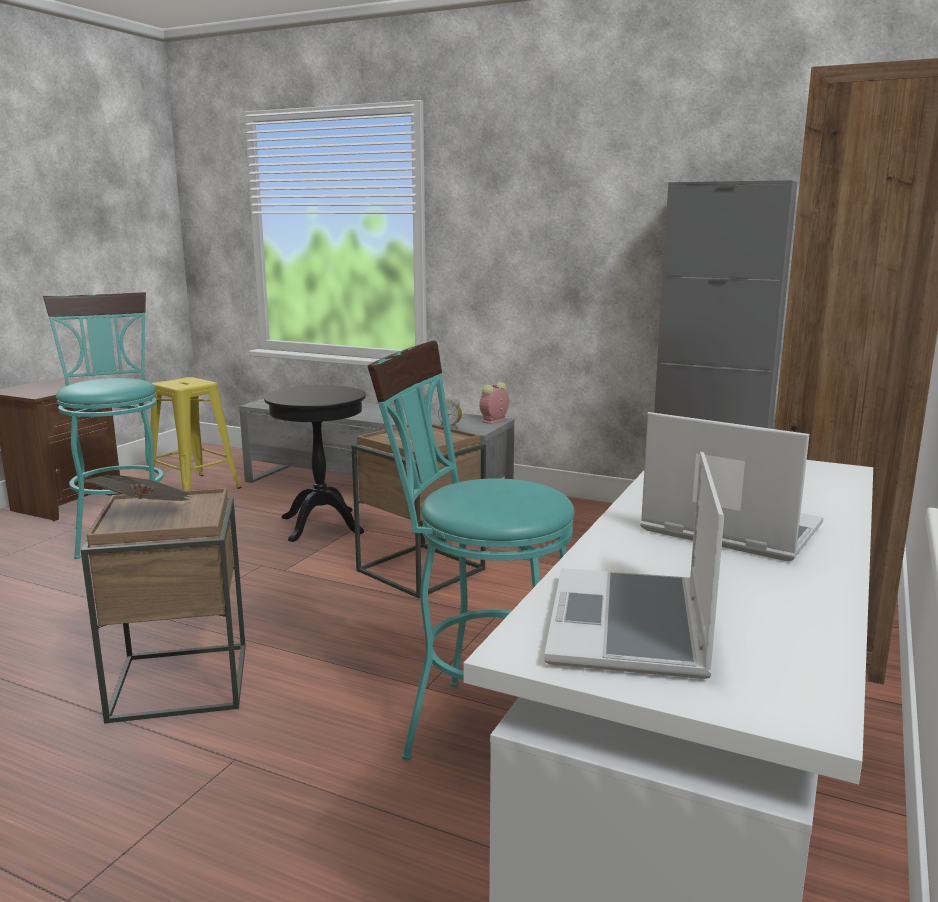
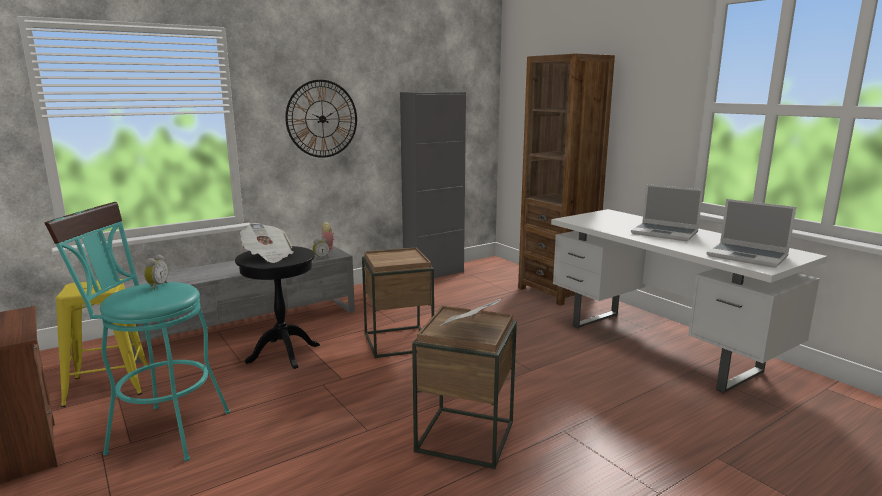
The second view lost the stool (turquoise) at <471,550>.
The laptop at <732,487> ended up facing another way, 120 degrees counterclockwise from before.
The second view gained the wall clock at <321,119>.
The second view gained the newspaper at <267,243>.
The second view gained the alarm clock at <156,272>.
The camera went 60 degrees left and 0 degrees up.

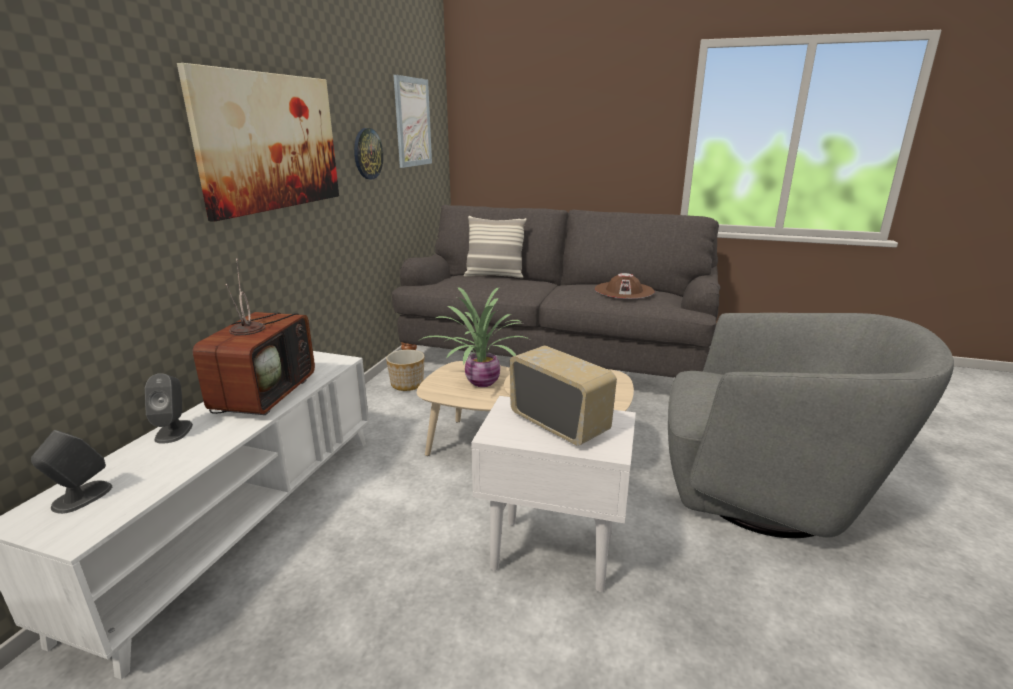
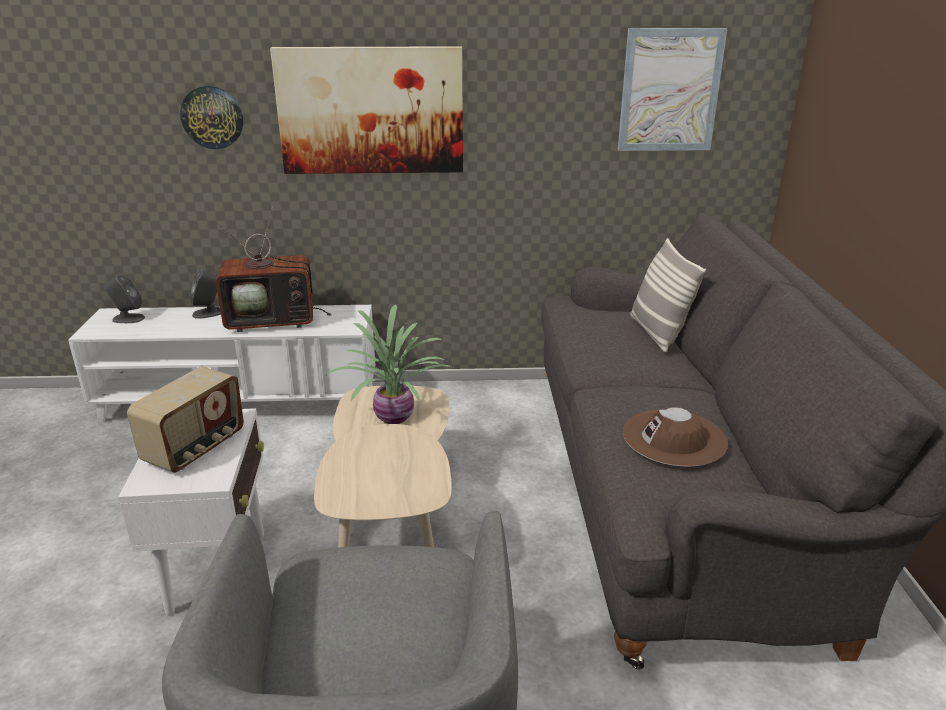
The wall clock ended up elsewhere, having gone from <368,153> to <211,117>.
The second view lost the planter at <405,370>.
The camera went 70 degrees right and 5 degrees up.

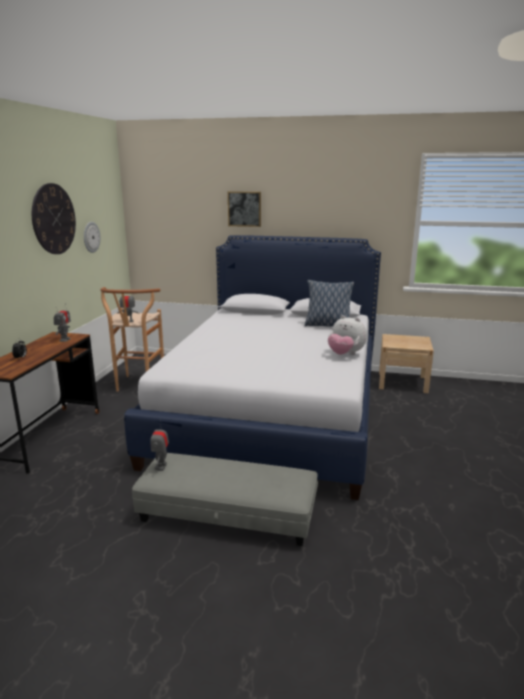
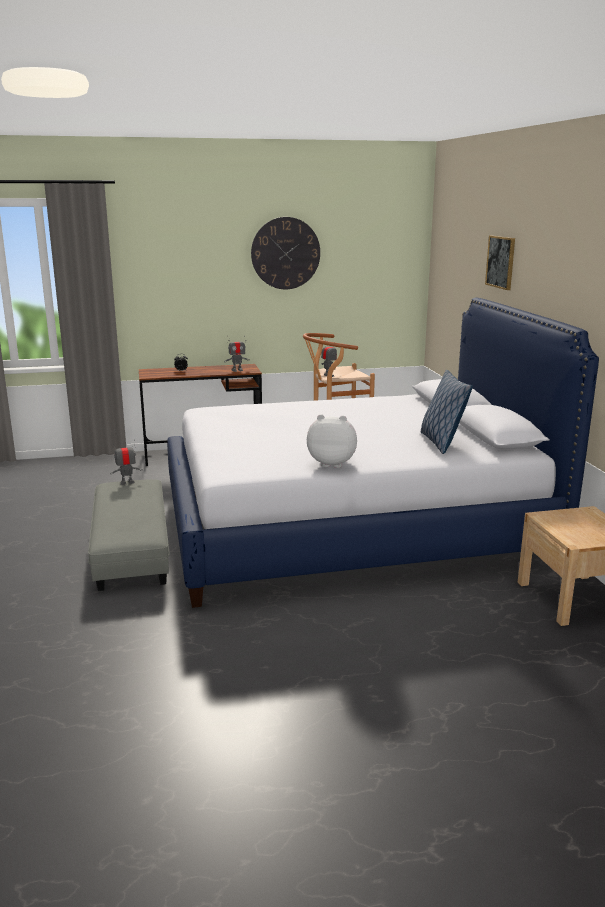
The second view lost the wall clock at <92,237>.
The plush toy at <347,335> ended up facing another way, 90 degrees clockwise from before.
The camera went 65 degrees right and 0 degrees up.

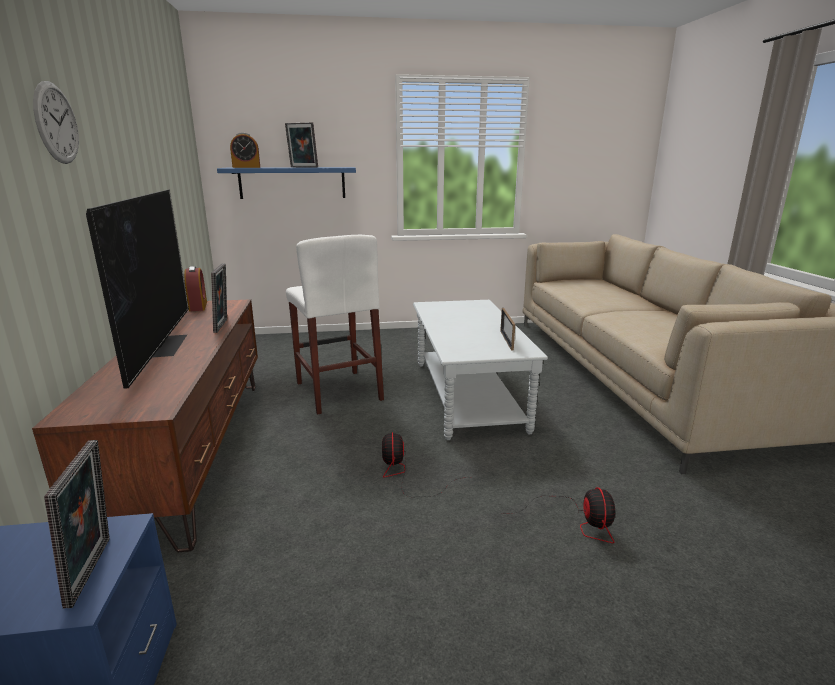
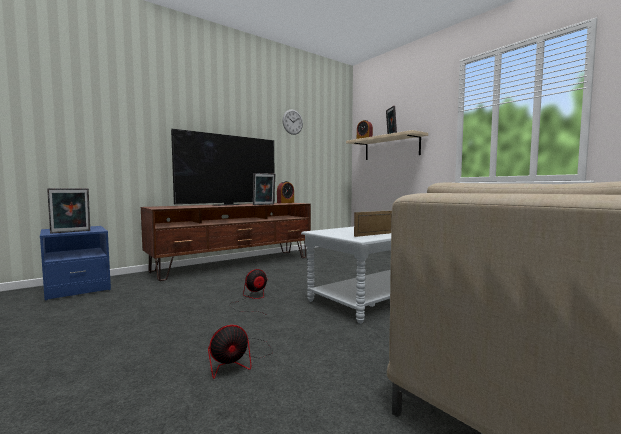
The wall clock ended up elsewhere, having gone from <56,122> to <292,122>.
What was the shelf (blue) at <286,183> turned into the shelf (beige) at <387,145>.
The second view lost the stool (white) at <335,325>.
The camera went 60 degrees right and 15 degrees down.

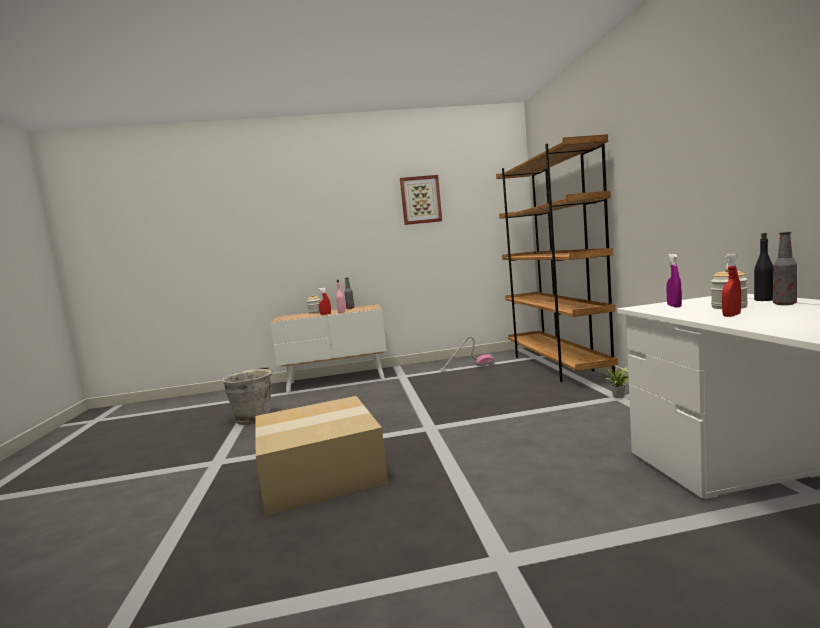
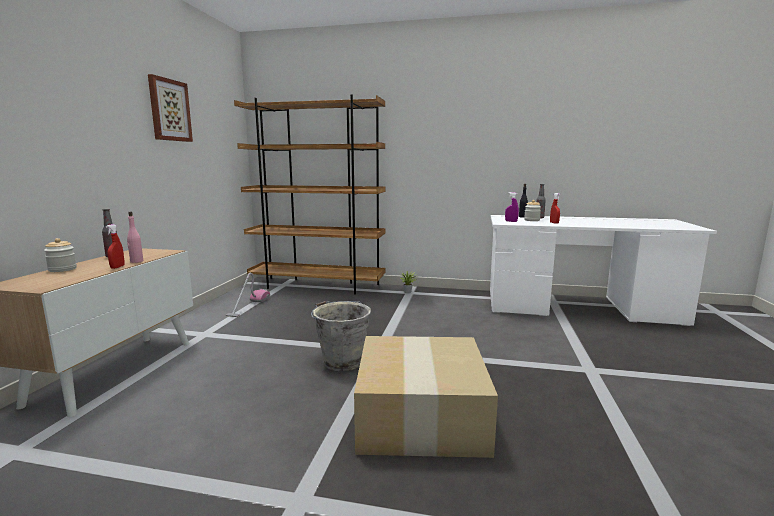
The bucket (grey) ended up elsewhere, having gone from <247,396> to <341,336>.
The camera went 70 degrees left and 5 degrees up.

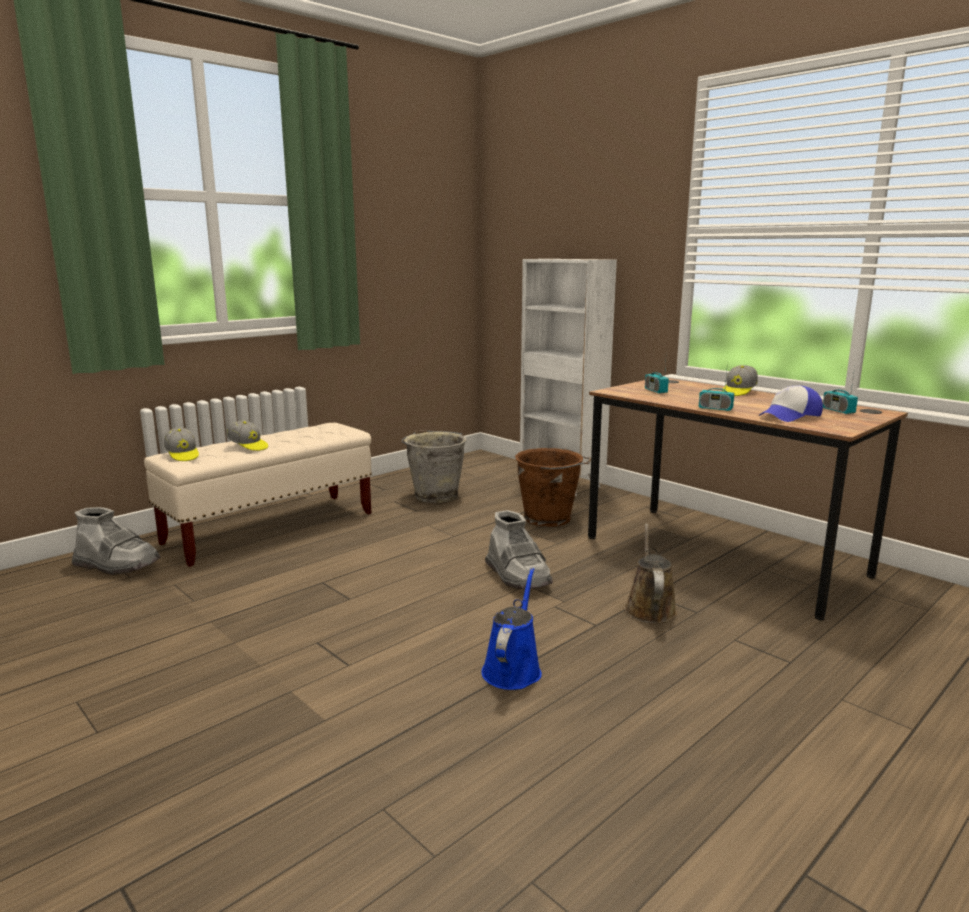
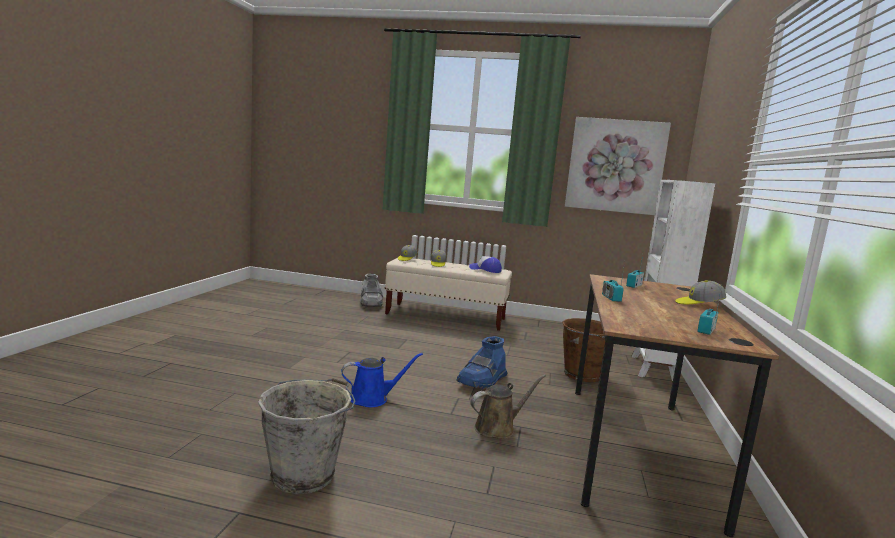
The cap ended up elsewhere, having gone from <791,403> to <485,264>.
The bucket (grey) ended up elsewhere, having gone from <434,466> to <306,436>.
What was the boot (grey) at <519,549> turned into the boot (blue) at <481,362>.
The second view gained the picture at <618,166>.
The camera went 55 degrees right and 5 degrees down.

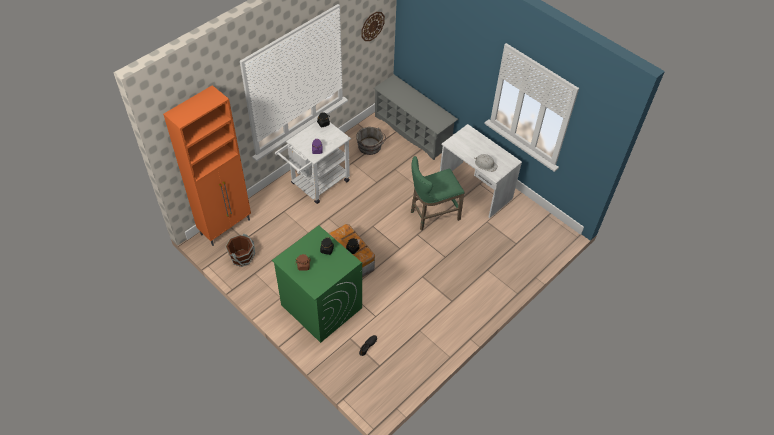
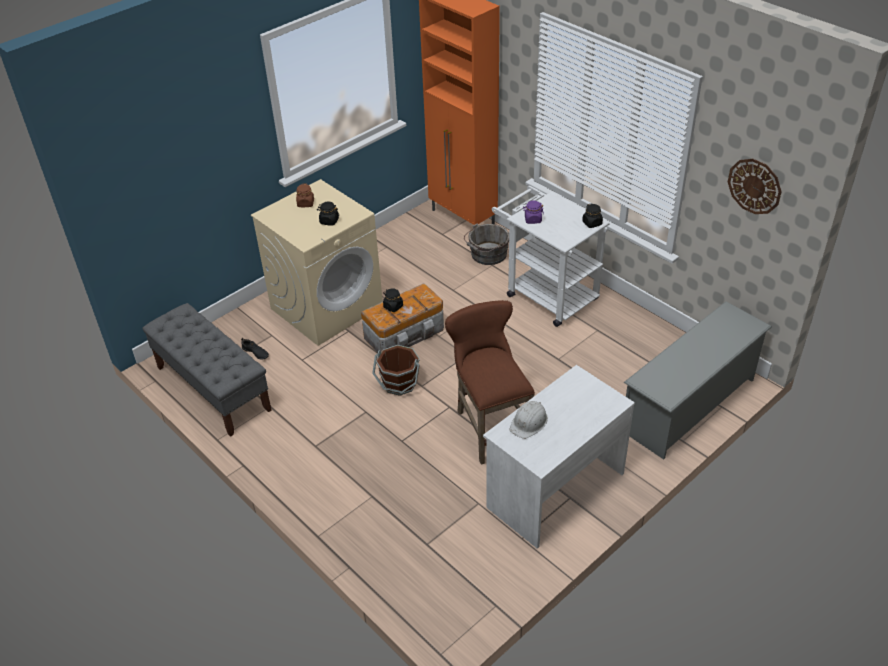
The bucket (grey) ended up elsewhere, having gone from <371,141> to <486,244>.
What was the stool (green) at <438,193> turned into the stool (brown) at <490,382>.
What was the washing machine (green) at <317,284> turned into the washing machine (beige) at <317,262>.
The bucket (brown) ended up elsewhere, having gone from <240,250> to <396,370>.
The second view gained the bench (grey) at <207,370>.
The camera went 95 degrees right and 10 degrees down.

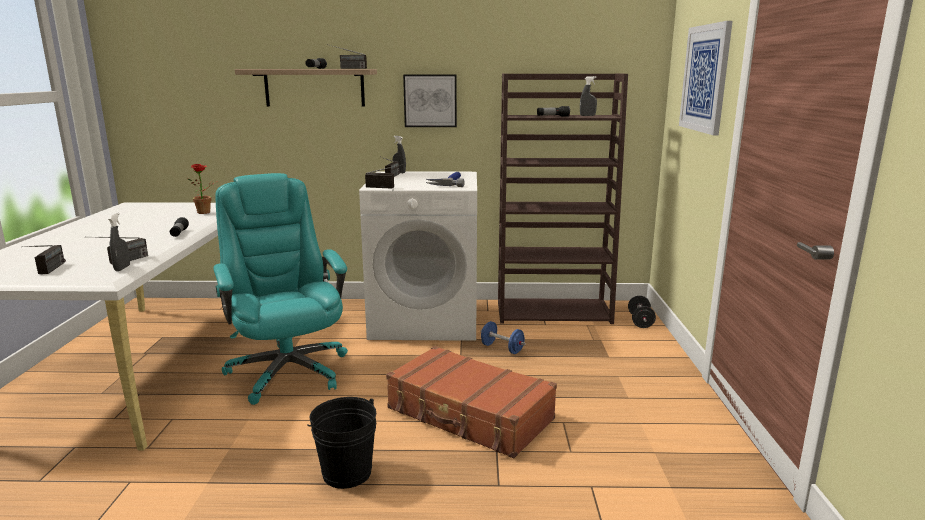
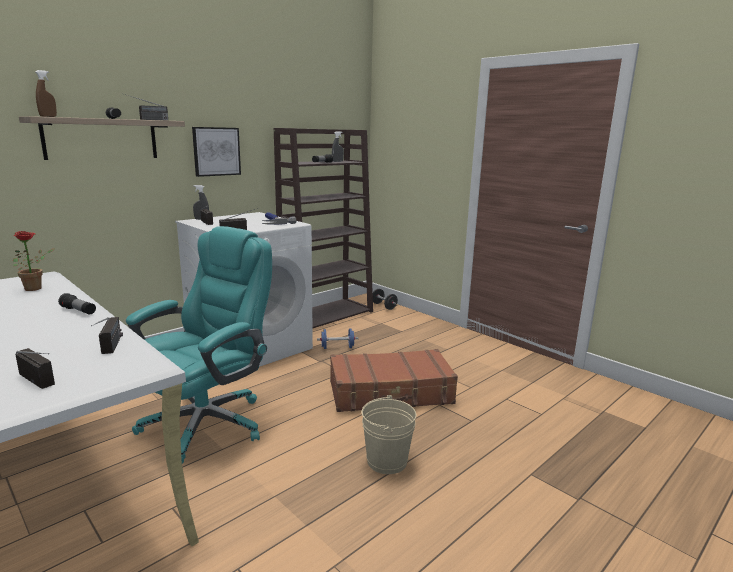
The second view lost the picture at <706,78>.
The office chair (turquoise) at <280,289> ended up facing another way, 105 degrees clockwise from before.
The second view lost the spray bottle (grey) at <119,242>.
What was the bucket (black) at <341,443> turned into the bucket (beige) at <388,434>.
The second view gained the spray bottle (brown) at <46,93>.
The camera went 45 degrees left and 0 degrees up.

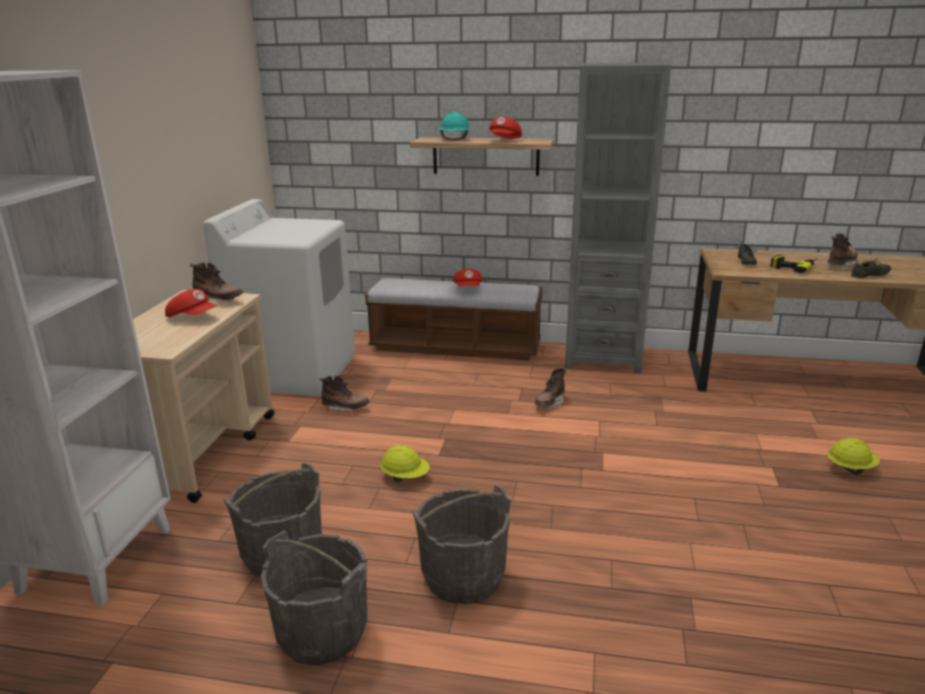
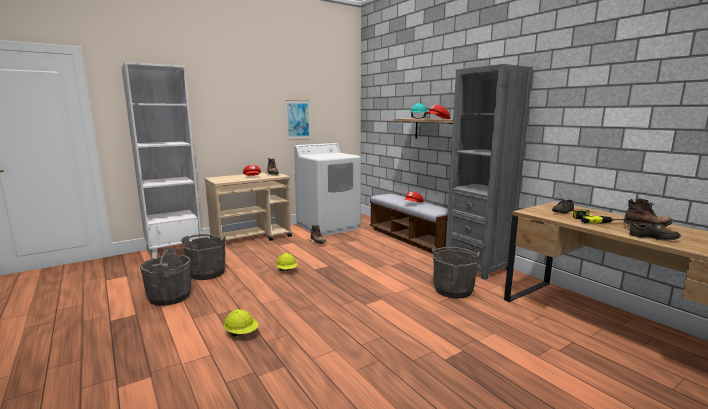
The second view lost the boot (brown) at <550,387>.
The hard hat (yellow) ended up elsewhere, having gone from <853,456> to <241,323>.
The bucket (grey) ended up elsewhere, having gone from <461,544> to <456,272>.
The second view gained the picture at <298,120>.
The camera went 45 degrees right and 10 degrees down.

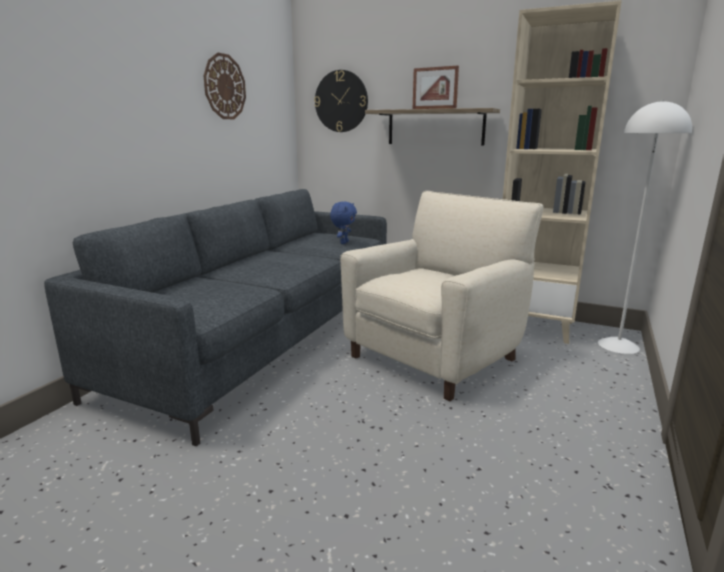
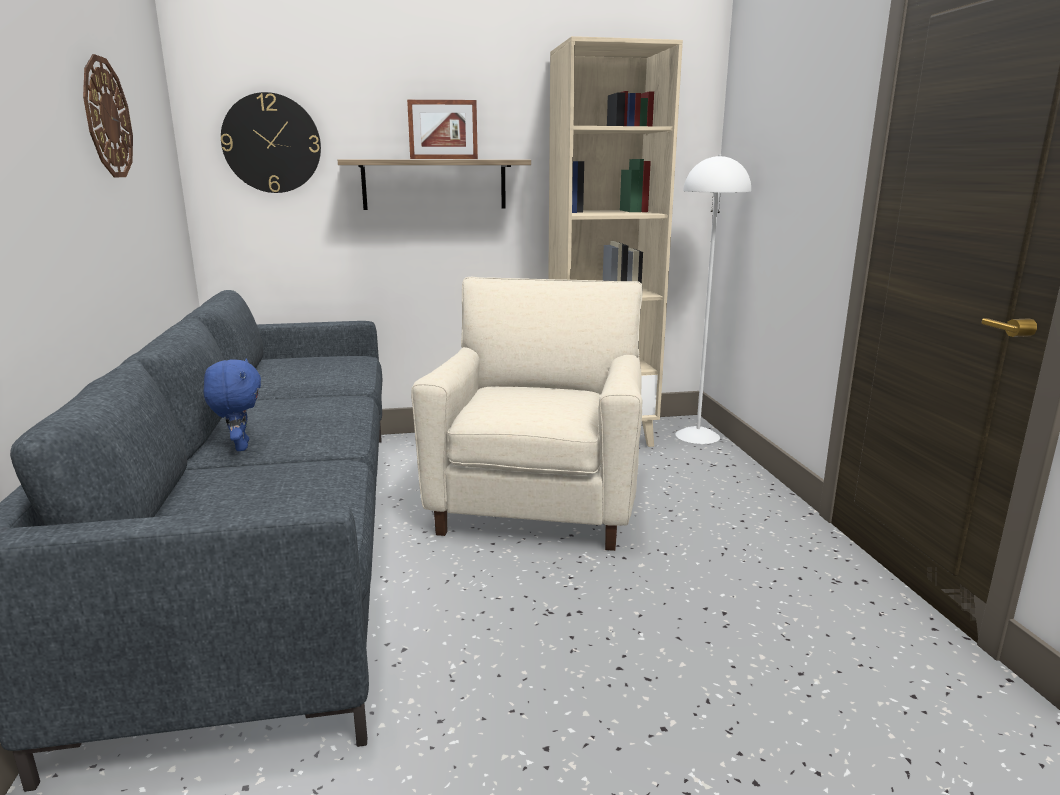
The plush toy (blue) ended up elsewhere, having gone from <343,223> to <232,405>.
The camera went 35 degrees left and 0 degrees up.

